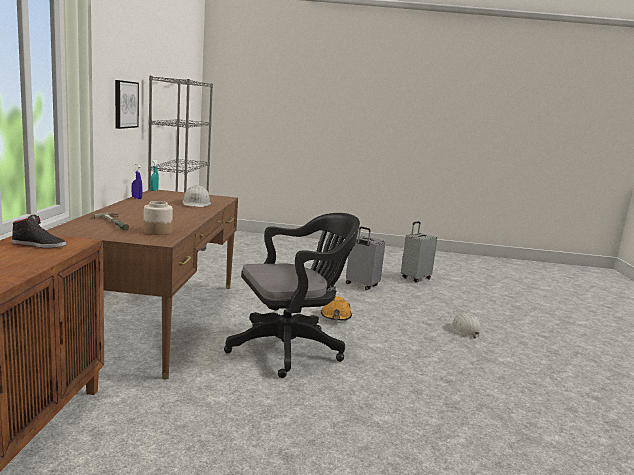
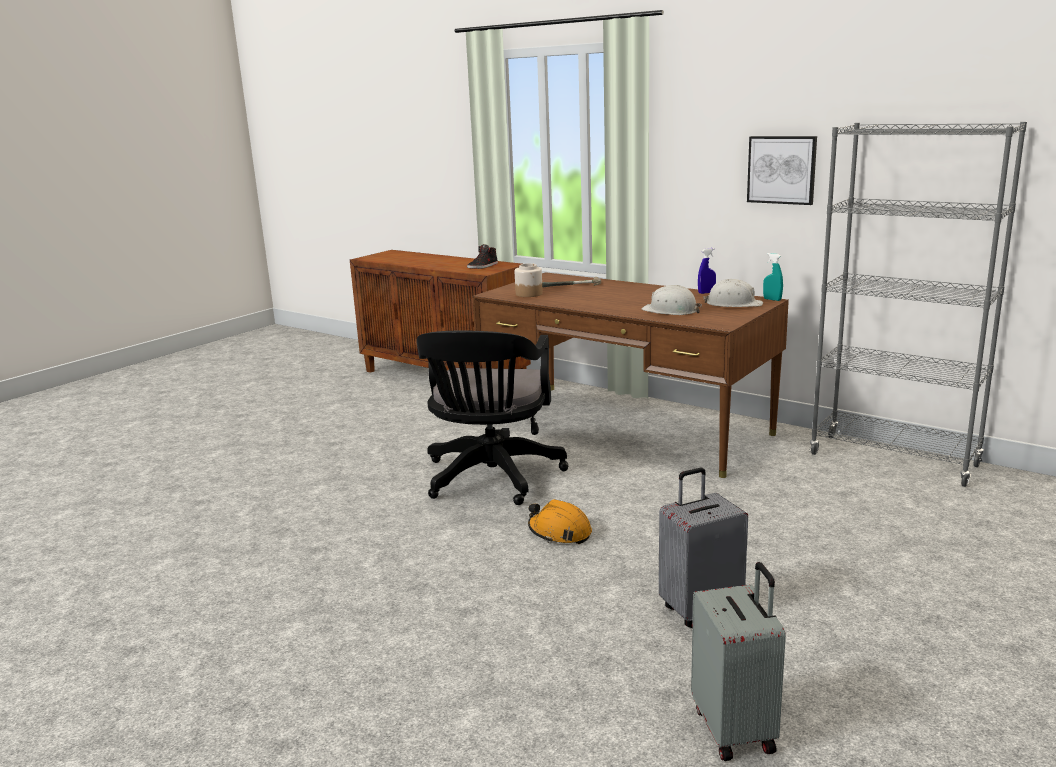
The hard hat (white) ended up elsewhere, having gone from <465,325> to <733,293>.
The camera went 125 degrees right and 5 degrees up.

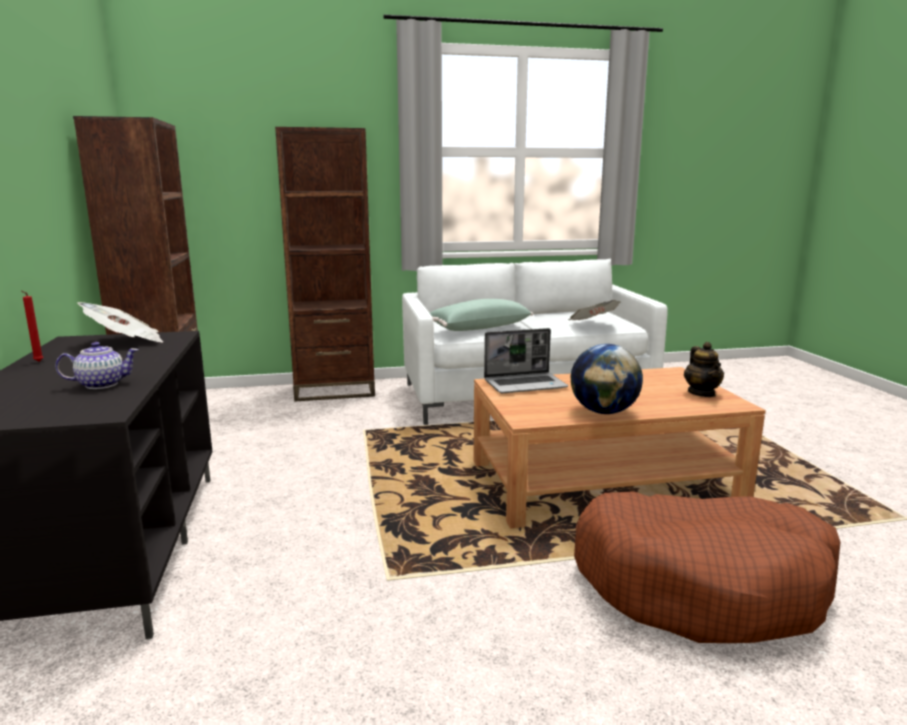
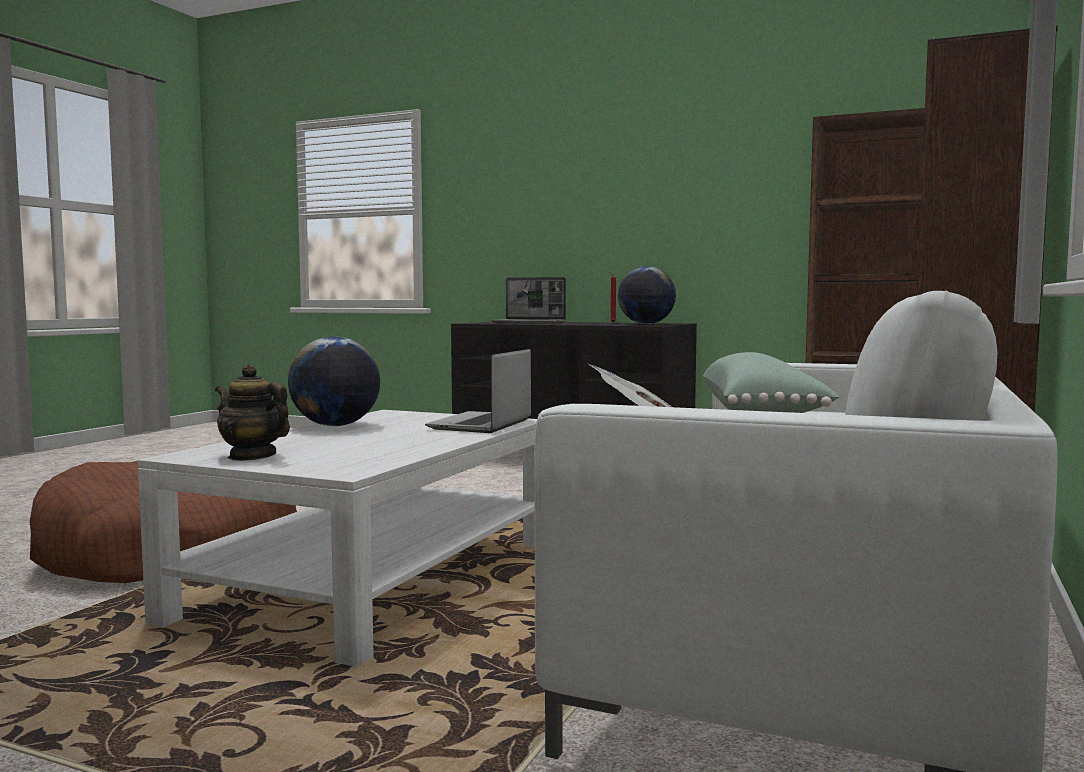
Where the newspaper stood at <120,322>, the globe came to stand at <647,295>.
Where the teapot stood at <97,365>, the laptop came to stand at <529,300>.
What was the coffee table (brown) at <619,448> turned into the coffee table (white) at <337,538>.
The camera went 125 degrees right and 10 degrees down.

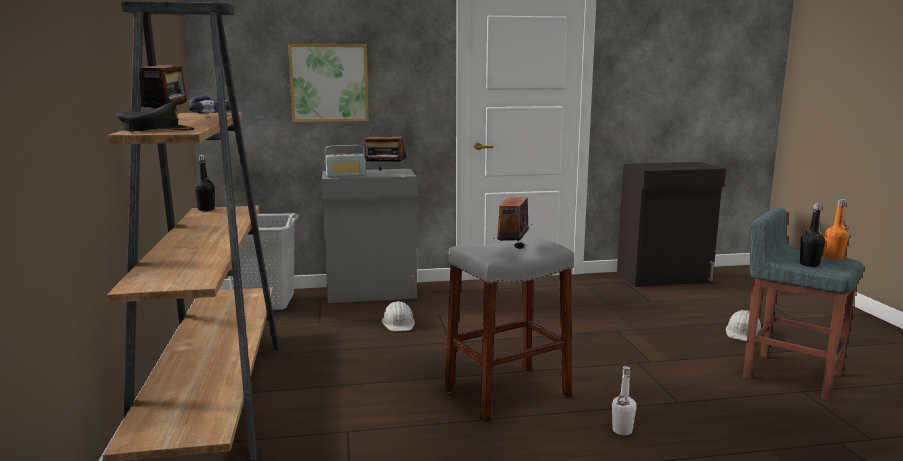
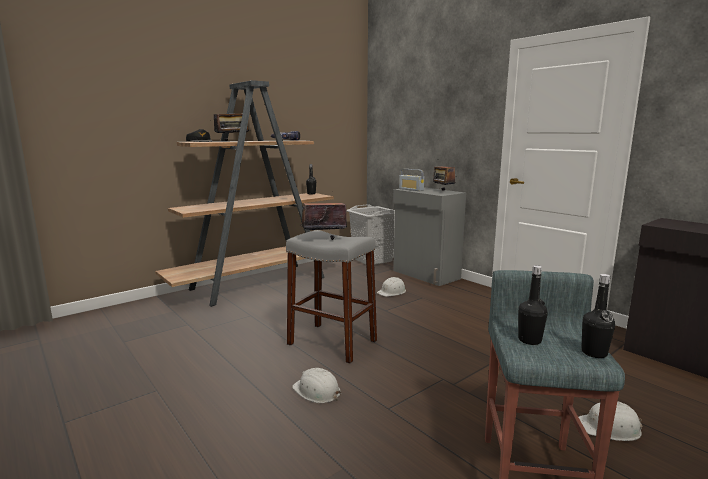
The second view lost the picture at <328,83>.
What was the bottle (orange) at <836,229> turned into the bottle (black) at <598,316>.
Where the bottle (white) stood at <624,400>, the hard hat (white) came to stand at <316,385>.
The camera went 60 degrees right and 0 degrees up.

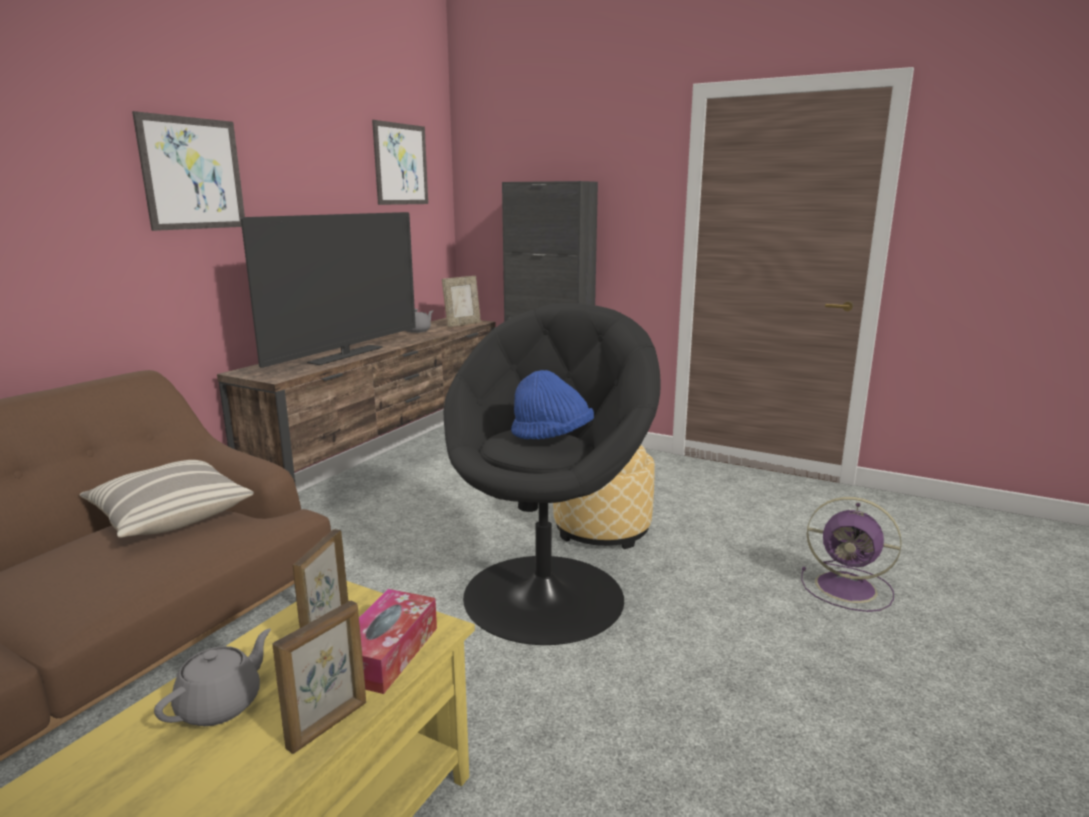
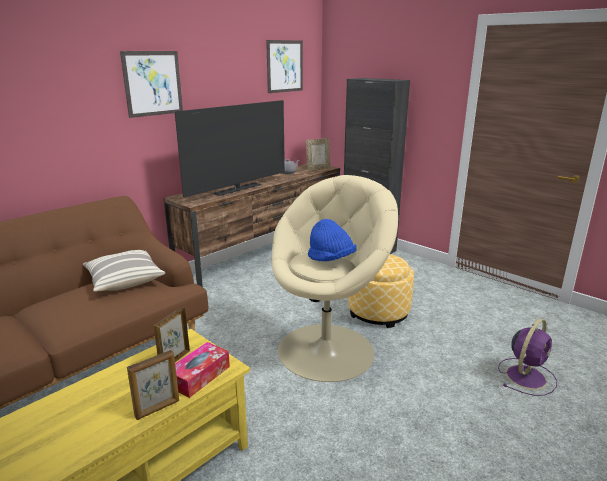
What was the armchair (black) at <552,474> turned into the armchair (beige) at <334,278>.
The fan (purple) at <851,554> ended up facing another way, 90 degrees counterclockwise from before.
The second view lost the teapot (grey) at <212,677>.
The camera went 15 degrees right and 5 degrees up.

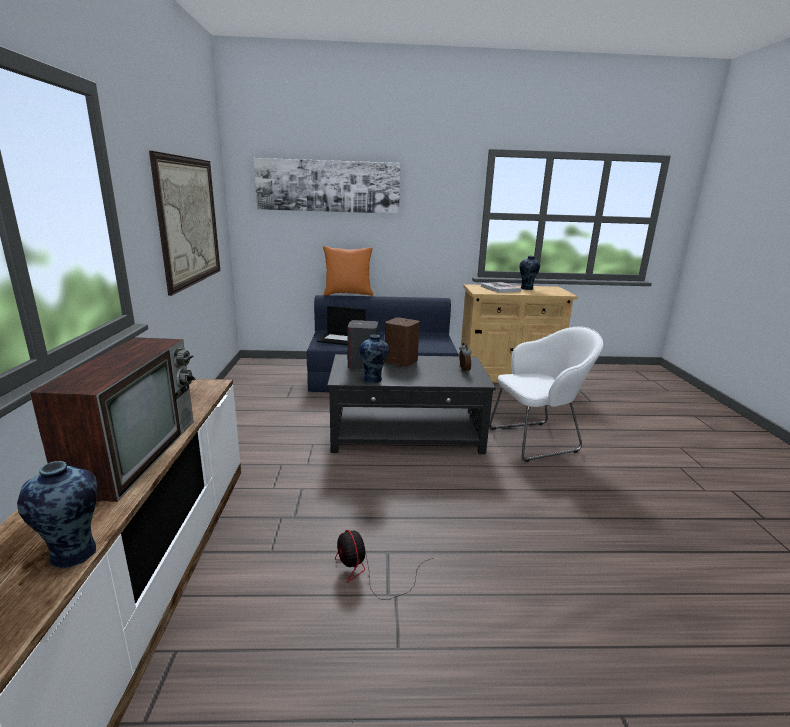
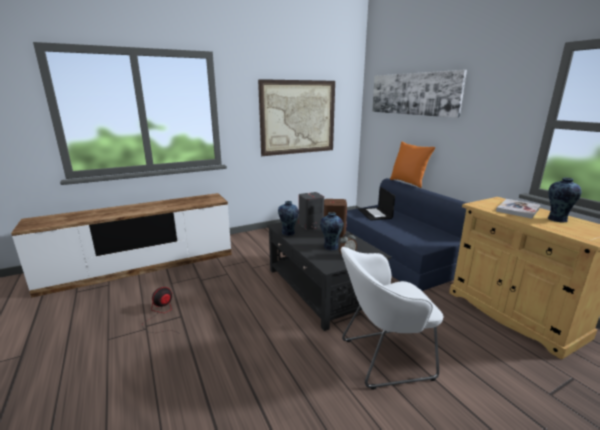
The armchair (white) at <546,394> ended up facing another way, 120 degrees clockwise from before.
The second view lost the television at <113,419>.
The vase ended up elsewhere, having gone from <57,515> to <332,231>.
The camera went 65 degrees right and 0 degrees up.

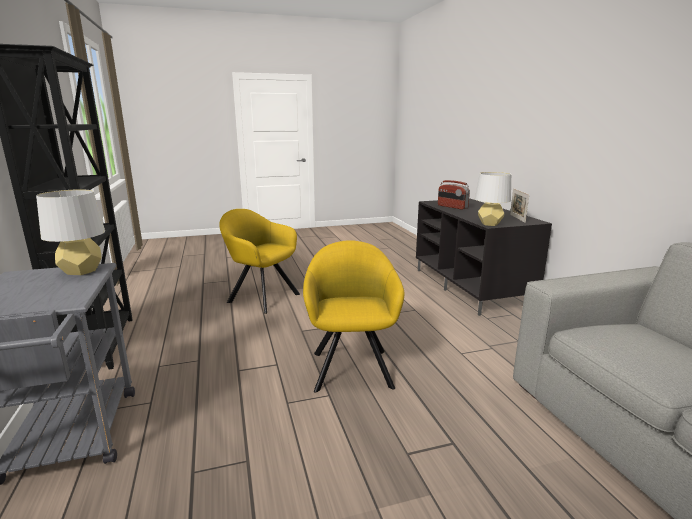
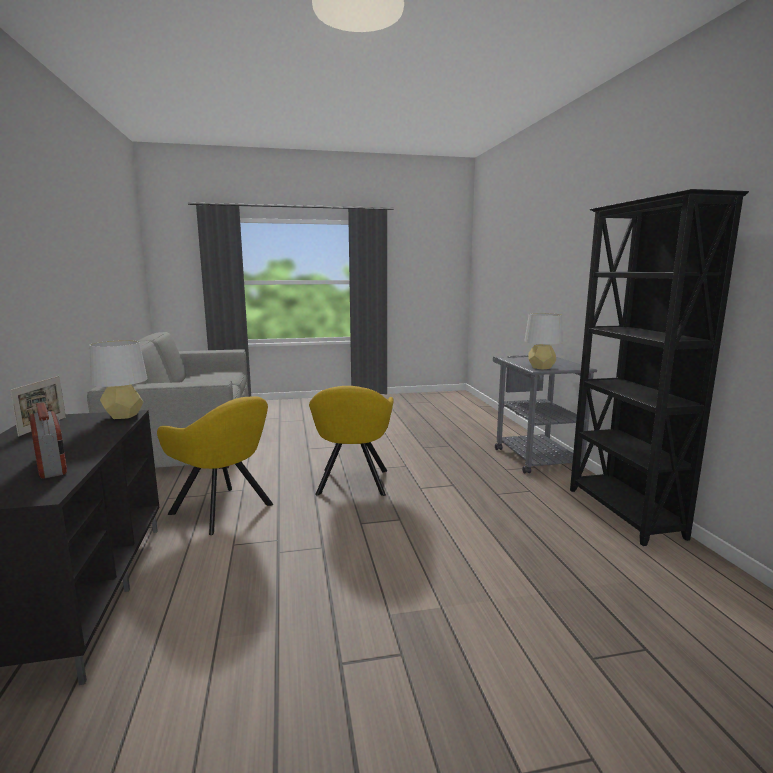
The armchair (yellow) ended up elsewhere, having gone from <259,261> to <215,465>.
The camera went 175 degrees left and 5 degrees down.

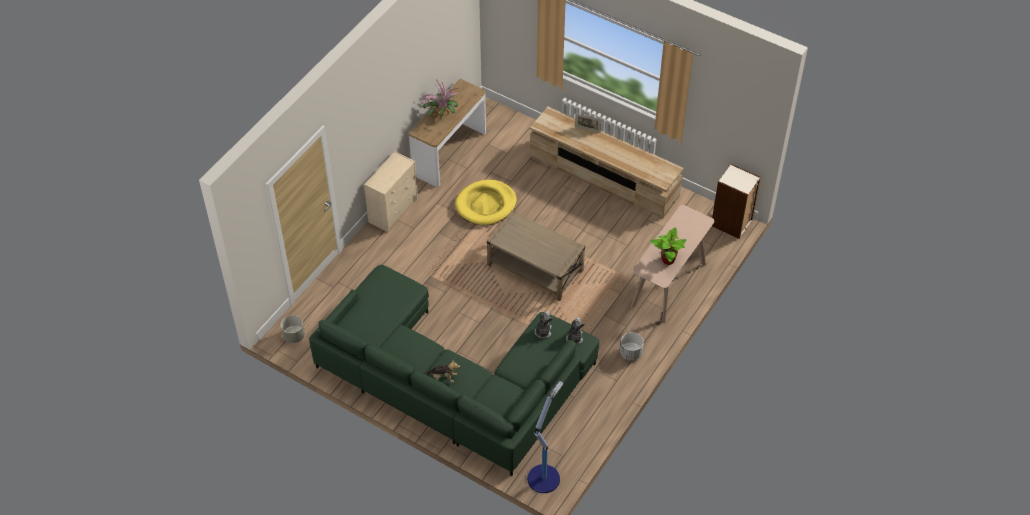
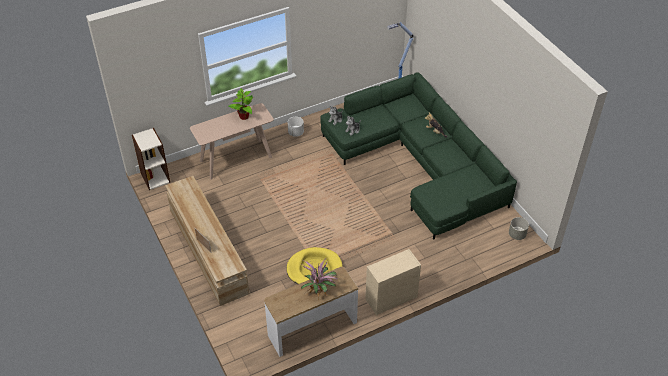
The second view lost the coffee table (beige) at <536,256>.
The camera went 150 degrees left and 5 degrees down.

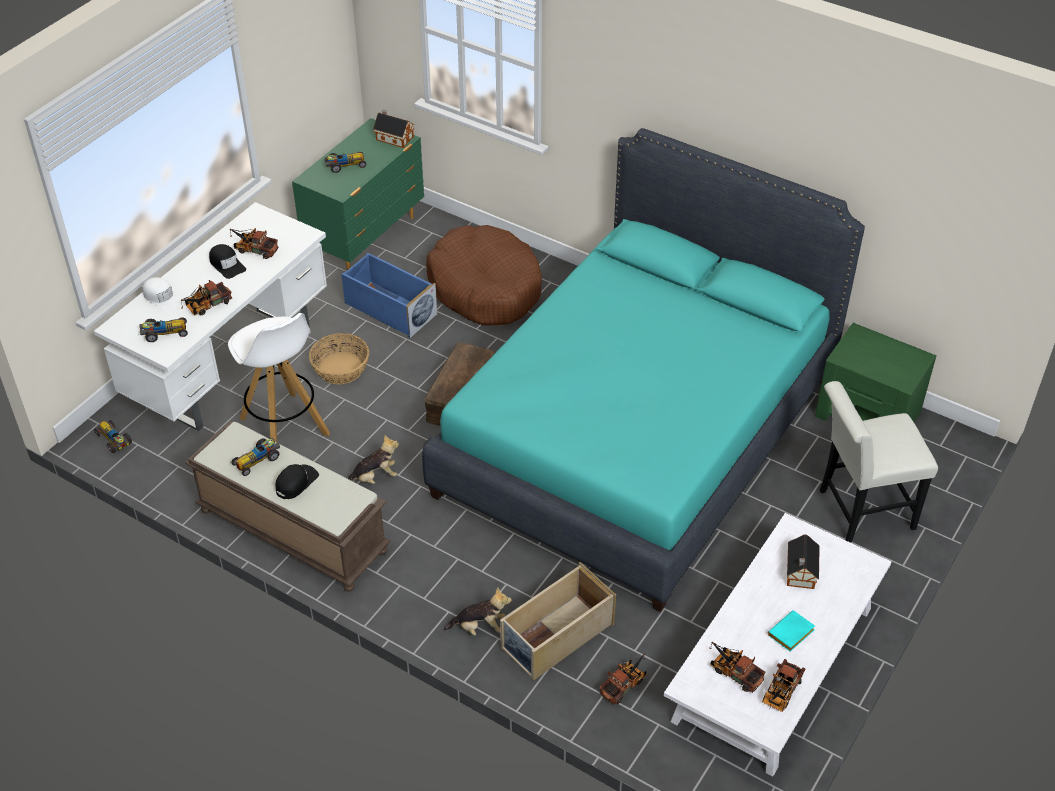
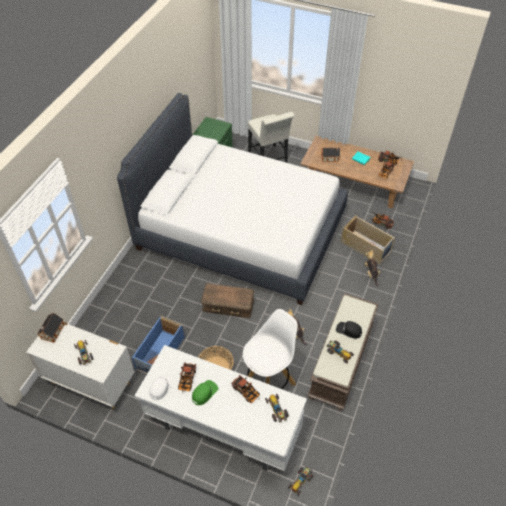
What was the dresser (green) at <358,194> turned into the dresser (white) at <80,365>.
What was the bed (turquoise) at <643,370> turned into the bed (white) at <232,199>.
The second view lost the dog bed (brown) at <484,275>.
What was the cap (black) at <227,261> turned into the cap (green) at <205,392>.
The cap (white) ended up elsewhere, having gone from <163,294> to <162,387>.
What was the coffee table (white) at <778,645> turned into the coffee table (brown) at <357,171>.
The camera went 100 degrees left and 5 degrees up.

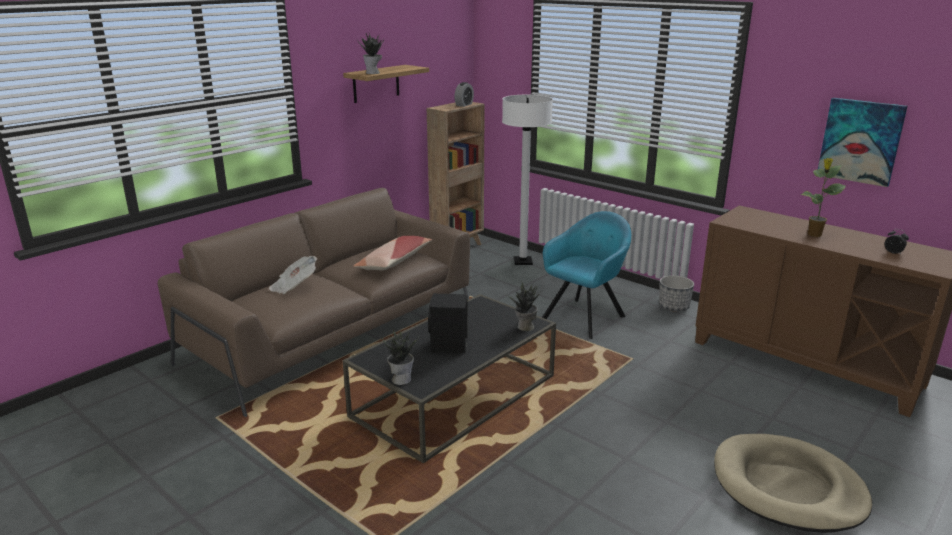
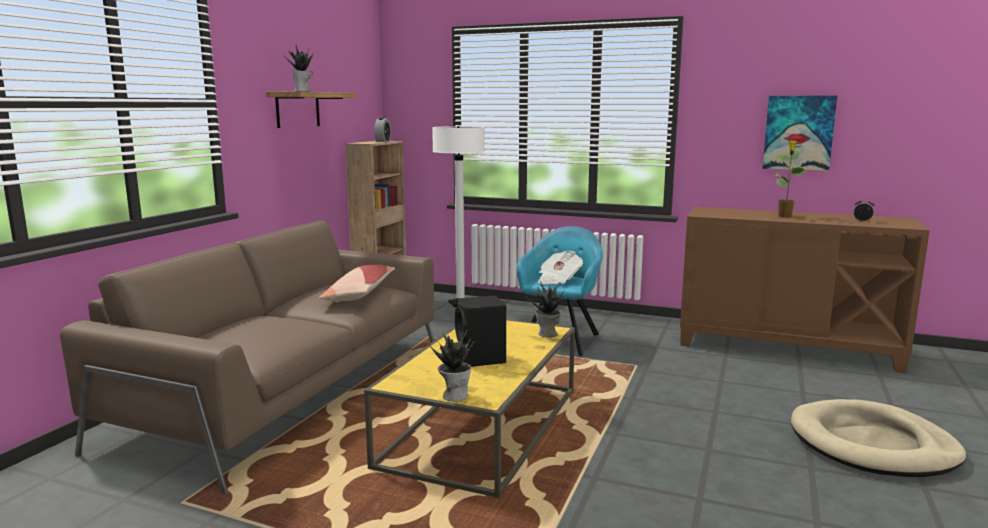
The newspaper ended up elsewhere, having gone from <293,275> to <560,267>.
The second view lost the planter at <676,293>.
What was the coffee table (black) at <449,378> turned into the coffee table (yellow) at <469,408>.
The camera went 20 degrees left and 10 degrees down.

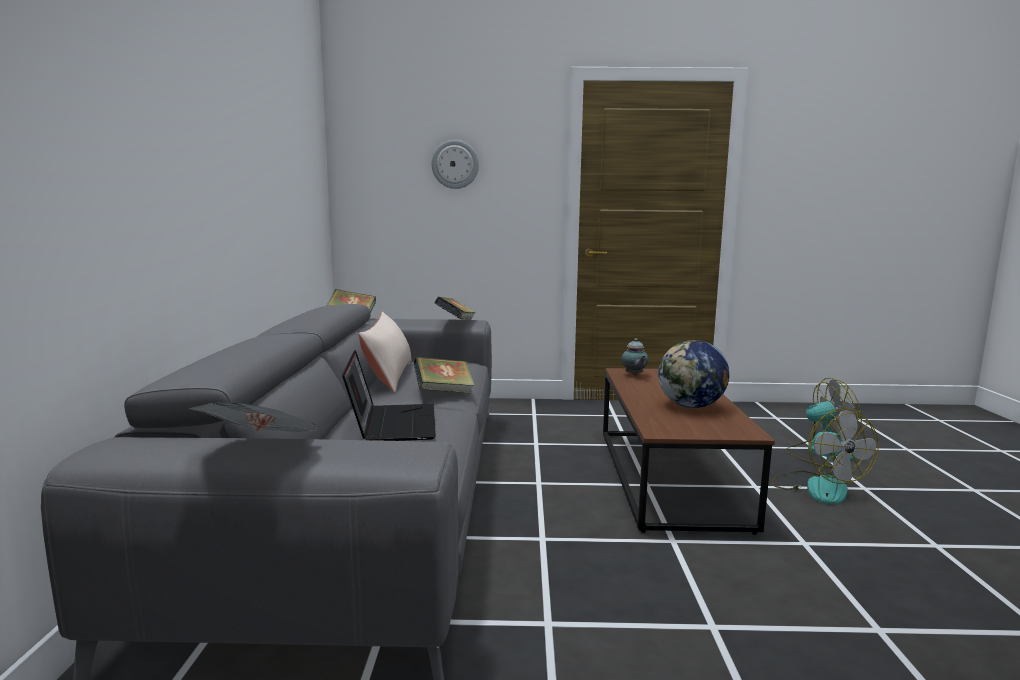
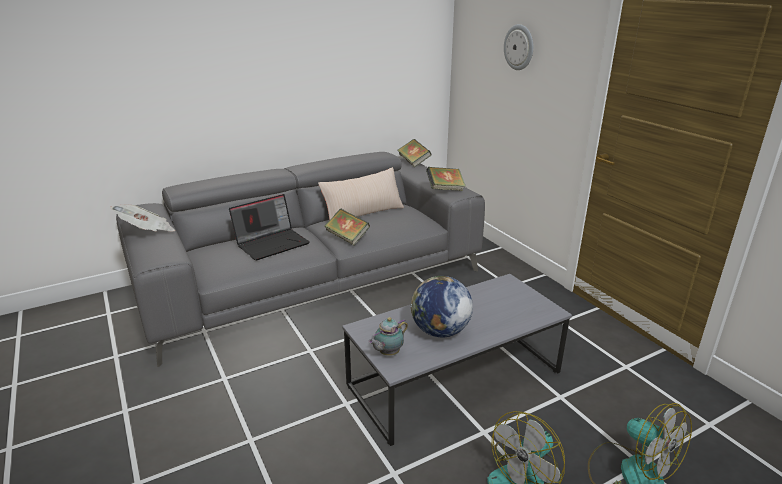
The teapot ended up elsewhere, having gone from <635,357> to <388,336>.
What was the coffee table (brown) at <689,451> turned into the coffee table (grey) at <457,360>.
The camera went 60 degrees right and 15 degrees up.

